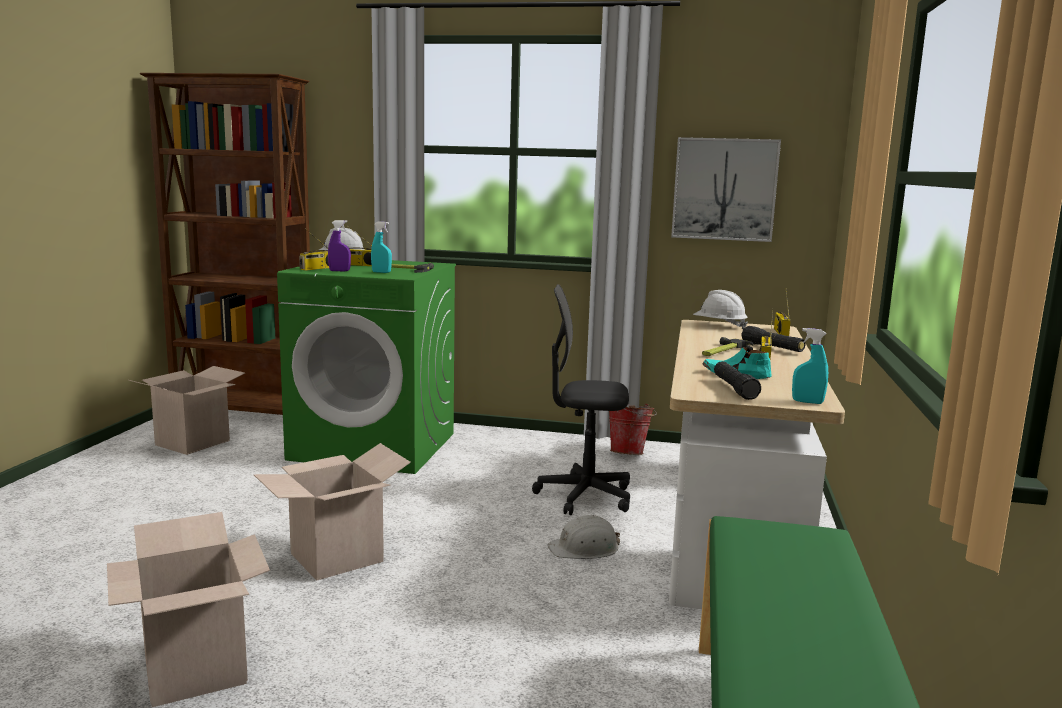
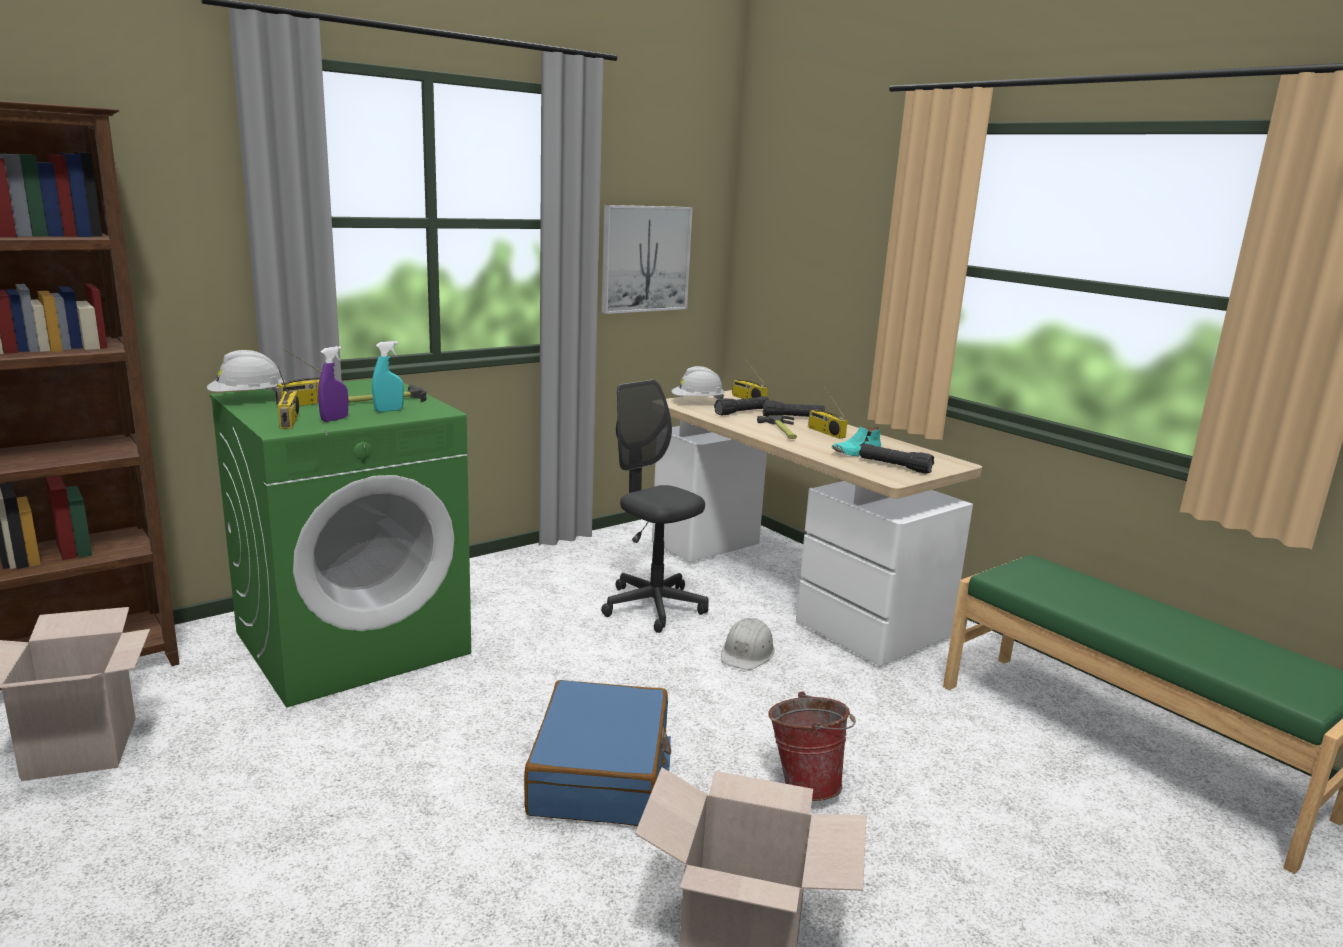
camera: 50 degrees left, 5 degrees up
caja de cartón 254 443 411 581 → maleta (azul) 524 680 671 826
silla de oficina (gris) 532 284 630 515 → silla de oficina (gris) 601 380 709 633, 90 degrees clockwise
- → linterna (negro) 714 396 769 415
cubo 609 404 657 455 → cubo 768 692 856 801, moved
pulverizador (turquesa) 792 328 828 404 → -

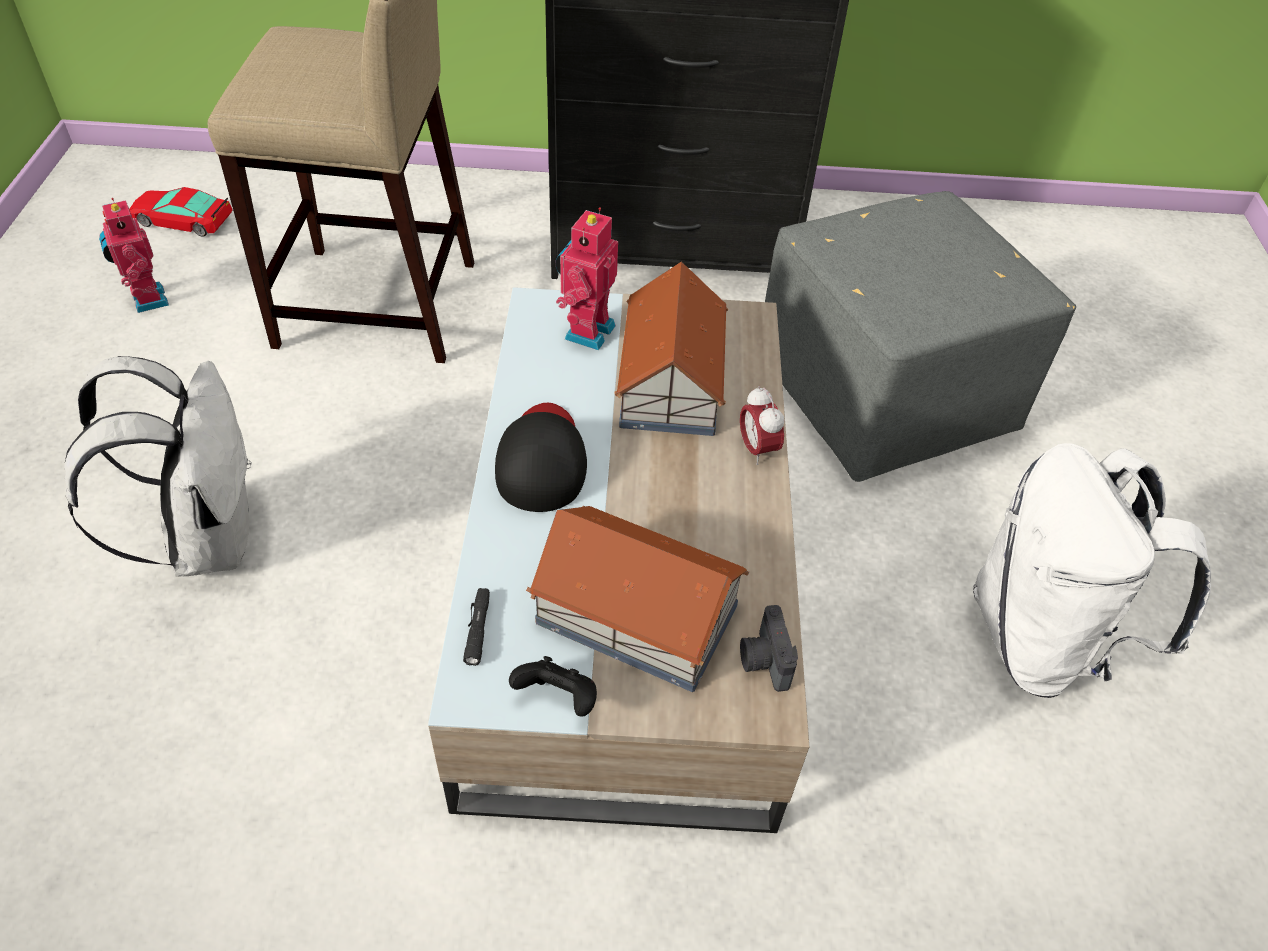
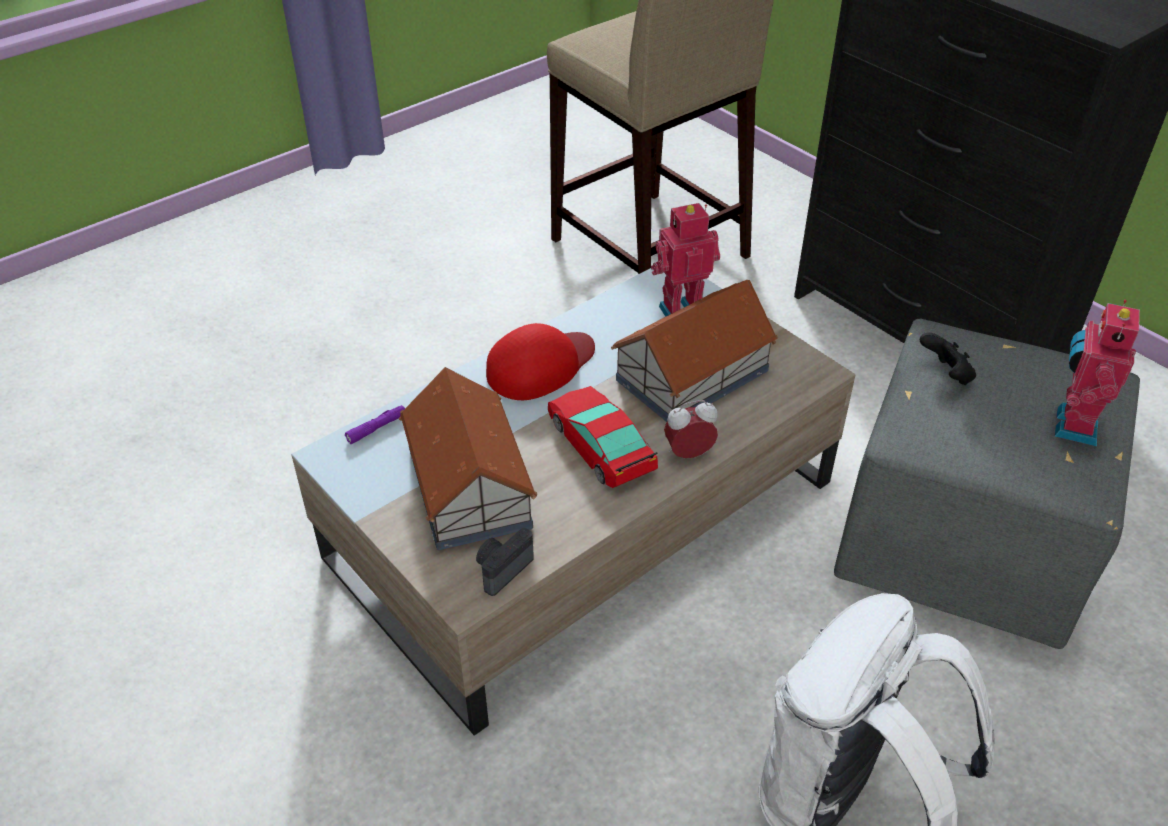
camera: 50 degrees right, 5 degrees down
linterna (negro) 463 588 490 666 → linterna (morado) 345 405 405 444
gorra (negro) 495 403 587 512 → gorra (rojo) 486 323 595 400
coche de juguete 129 187 233 237 → coche de juguete 548 386 658 488, moved
despertador 740 386 785 465 → despertador 664 400 718 458, 45 degrees clockwise
mando de consola (negro) 509 656 597 717 → mando de consola (negro) 920 332 976 385, moved
robot de juguete 99 198 169 313 → robot de juguete 1055 300 1140 446, moved
mochila (blanco) 64 356 252 577 → -

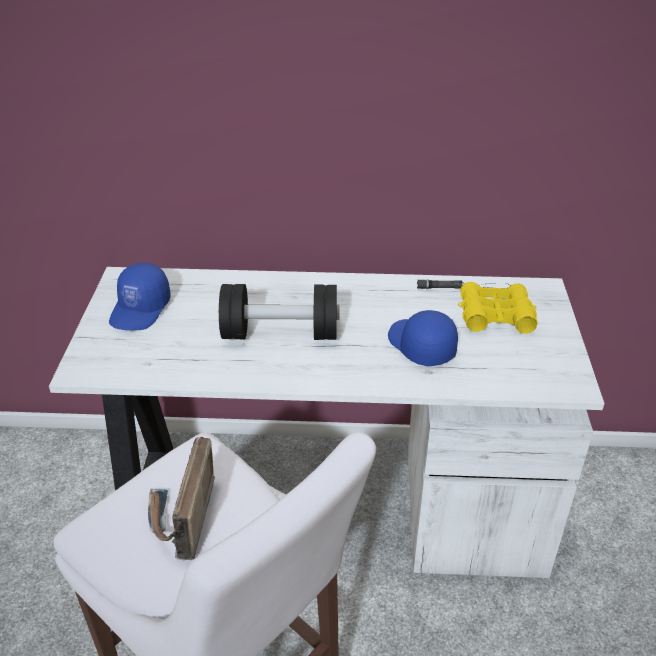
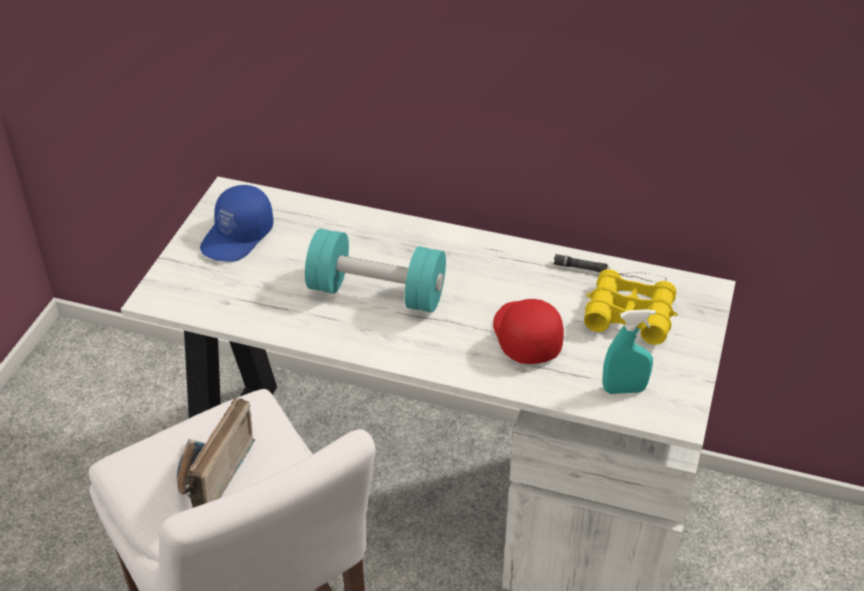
camera: 15 degrees right, 5 degrees up
mancuerna (negro) 219 284 340 340 → mancuerna (turquesa) 305 229 446 312
gorra (azul) 388 310 458 366 → gorra (rojo) 493 299 564 364
- → pulverizador (turquesa) 603 309 656 394

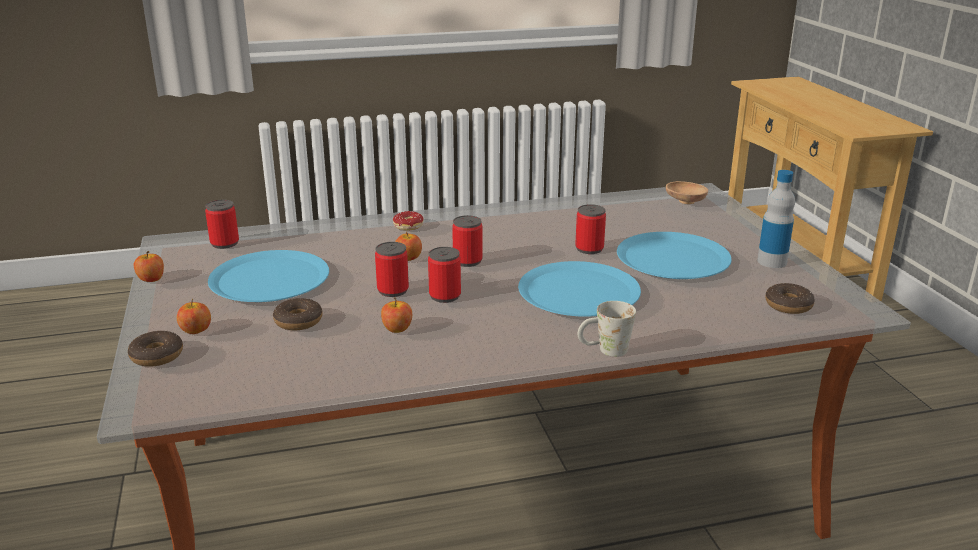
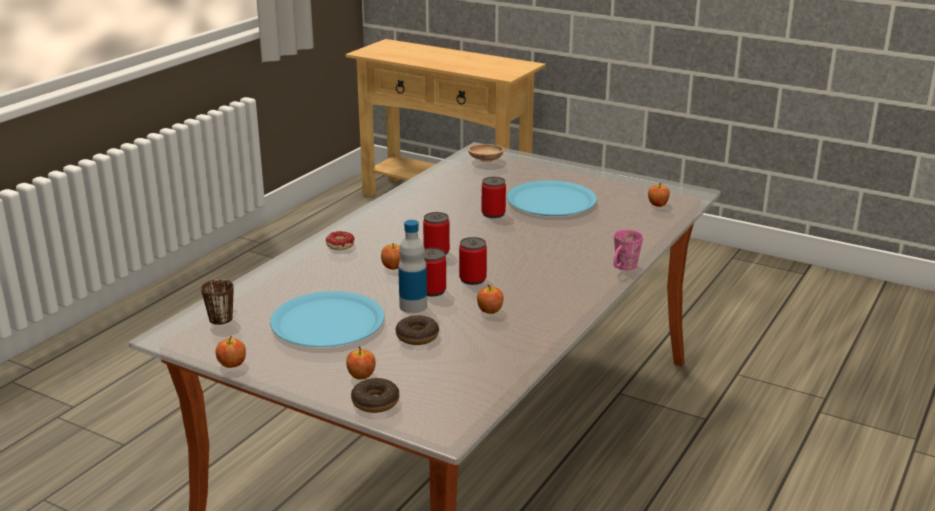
camera: 45 degrees left, 0 degrees up
lata 205 200 239 249 → taza grande (marrón) 201 279 234 325
botella 757 170 795 268 → botella 398 220 427 313, moved
taza grande (blanco) 578 301 636 357 → taza grande (rosa) 614 229 643 271
rosquilla 765 283 815 314 → manzana 648 183 670 207
plato (azul) 518 261 641 317 → -

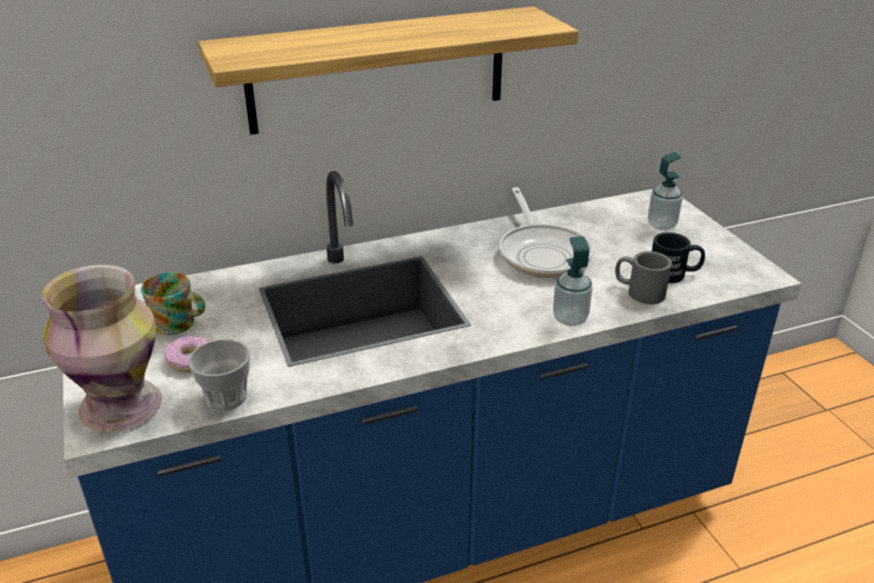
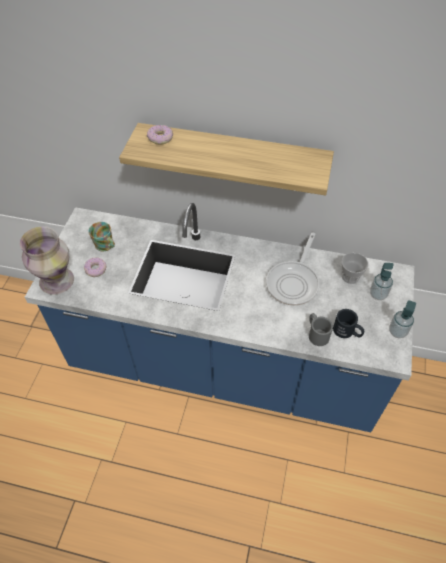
camera: 35 degrees right, 20 degrees up
- → rosquilla 147 125 173 145
taza 188 339 250 411 → taza 341 252 368 284, moved
dispensador de jabón 553 236 593 326 → dispensador de jabón 389 300 416 338, moved

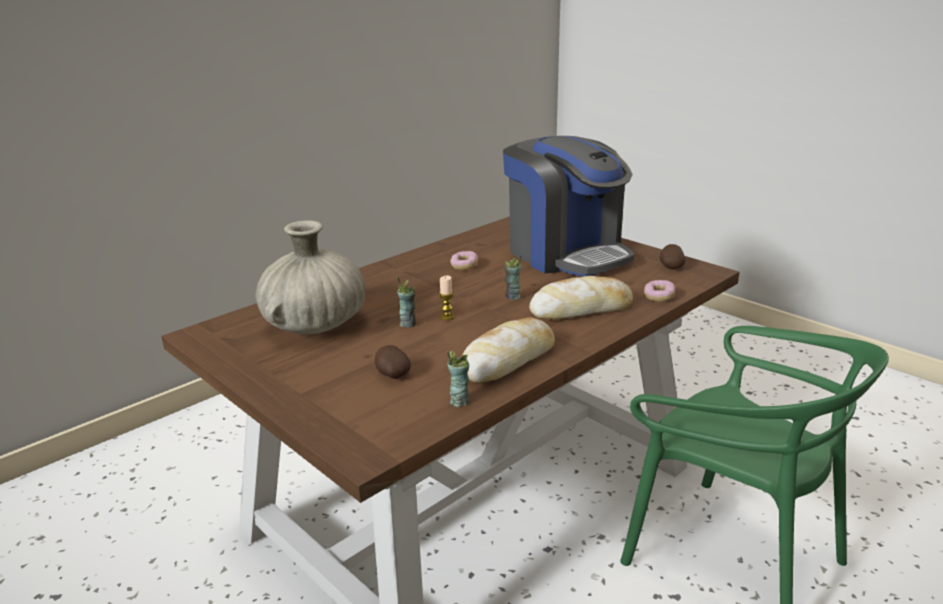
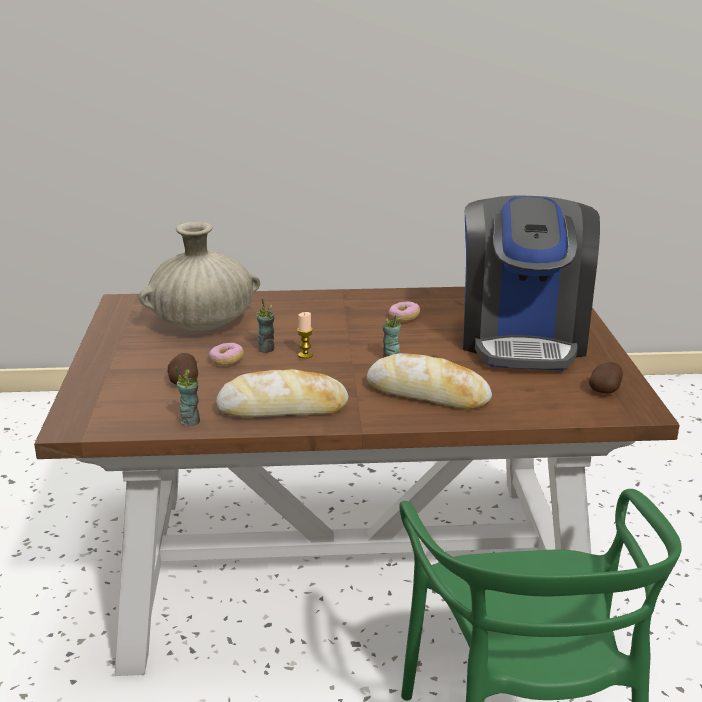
camera: 40 degrees right, 0 degrees up
rosquilla 644 280 675 302 → rosquilla 209 343 244 365, moved

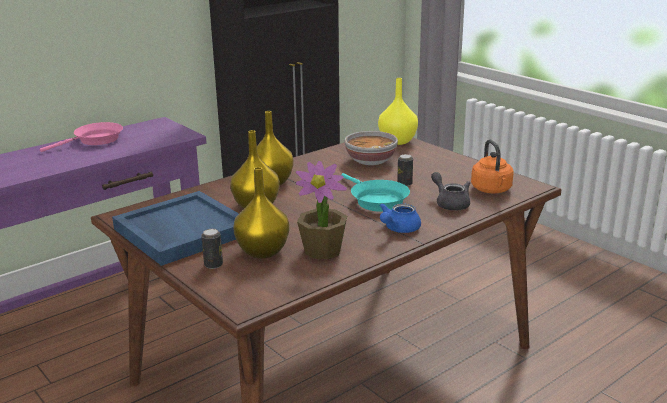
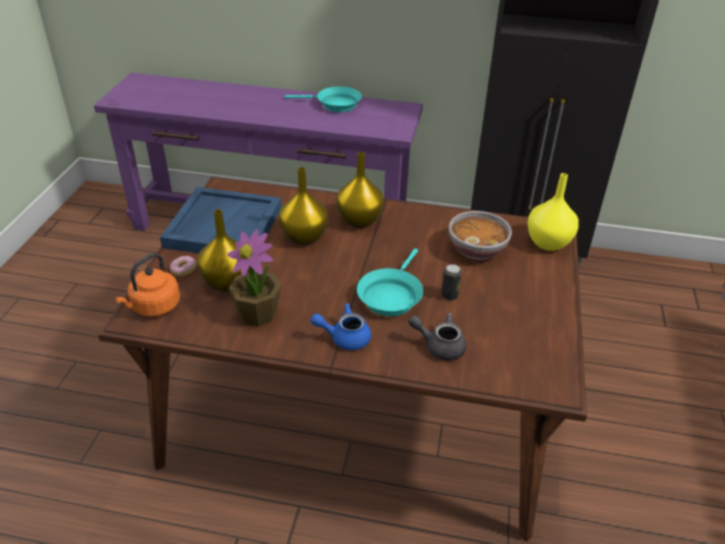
camera: 50 degrees right, 15 degrees up
hervidor (naranja) 471 139 514 193 → hervidor (naranja) 115 253 180 317, moved
lata 201 229 223 269 → rosquilla 170 256 197 276
sartén (rosa) 40 122 123 152 → sartén (turquesa) 285 86 362 112
tetera (gris) 431 172 470 211 → tetera (gris) 408 313 466 360, 90 degrees counterclockwise

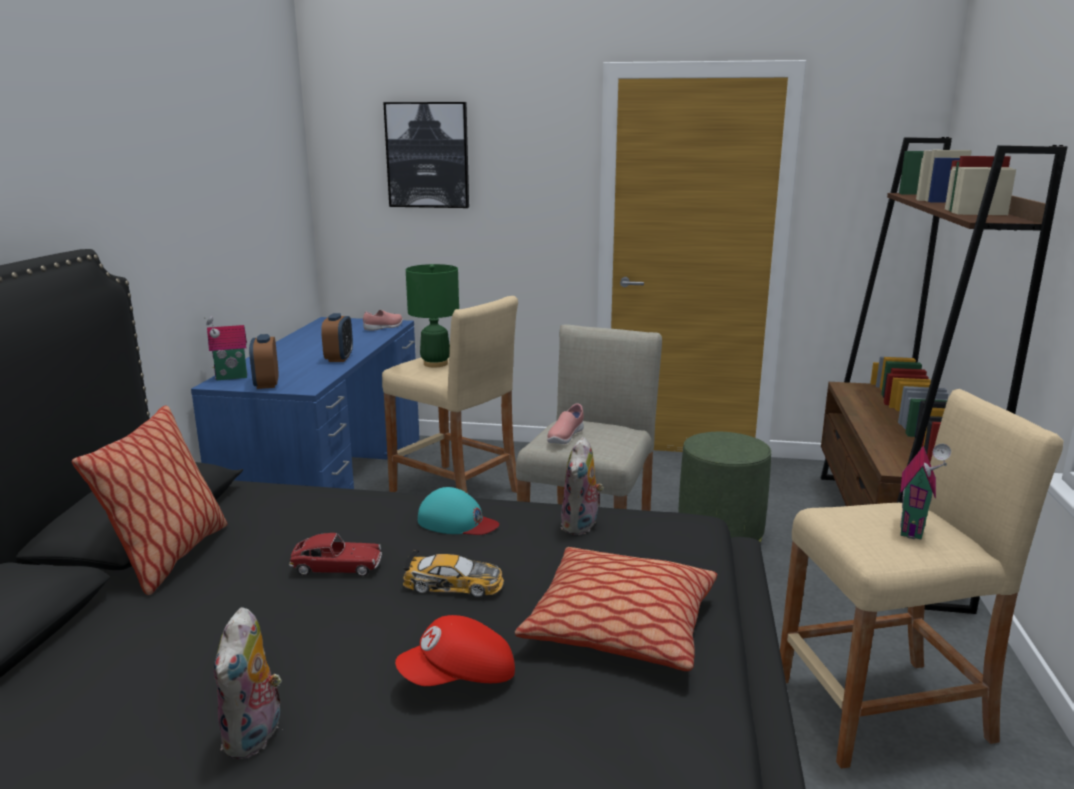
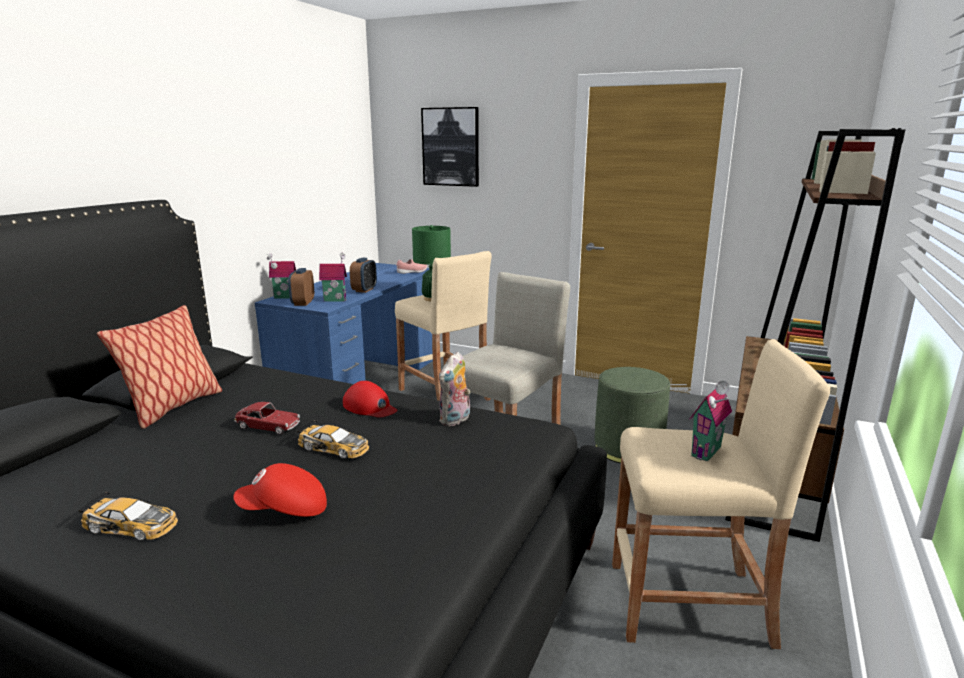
camera: 15 degrees right, 0 degrees up
peluche 214 607 283 759 → coche de juguete 78 492 178 541
- → casita 319 252 347 302
gorra (turquesa) 418 487 499 535 → gorra (rojo) 343 381 397 417
cojín 515 547 717 671 → -
zapato (rosa) 547 404 584 444 → -

